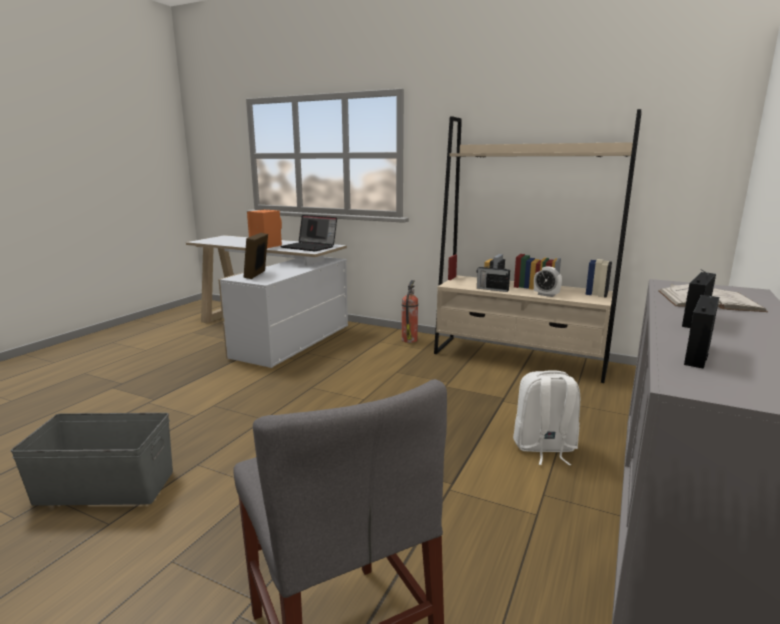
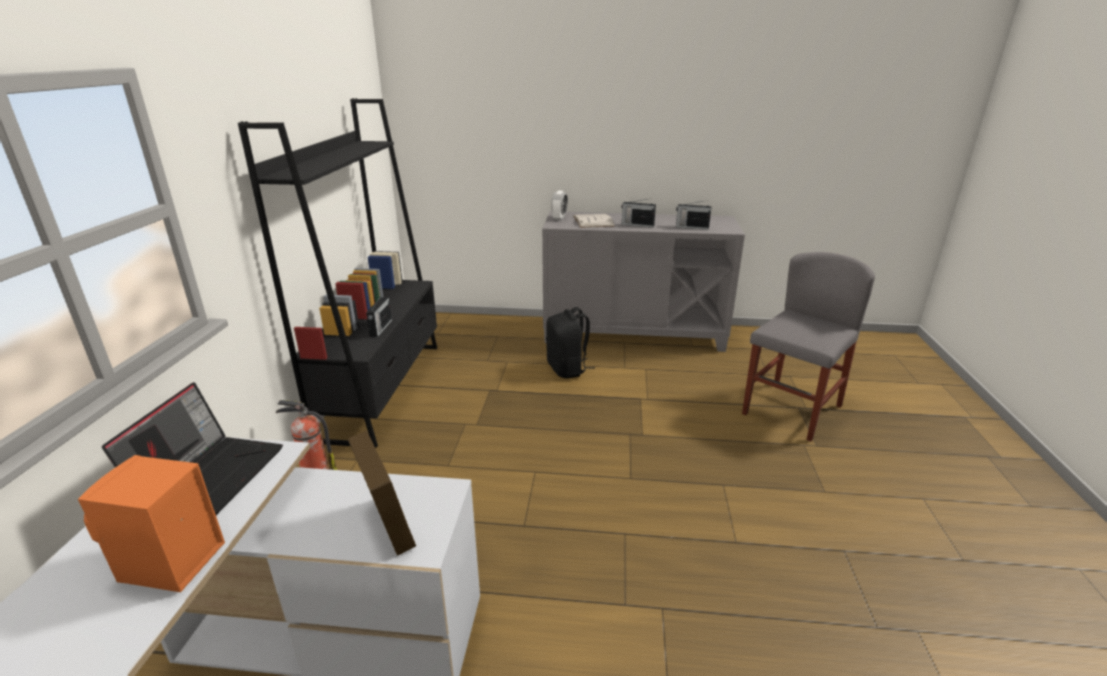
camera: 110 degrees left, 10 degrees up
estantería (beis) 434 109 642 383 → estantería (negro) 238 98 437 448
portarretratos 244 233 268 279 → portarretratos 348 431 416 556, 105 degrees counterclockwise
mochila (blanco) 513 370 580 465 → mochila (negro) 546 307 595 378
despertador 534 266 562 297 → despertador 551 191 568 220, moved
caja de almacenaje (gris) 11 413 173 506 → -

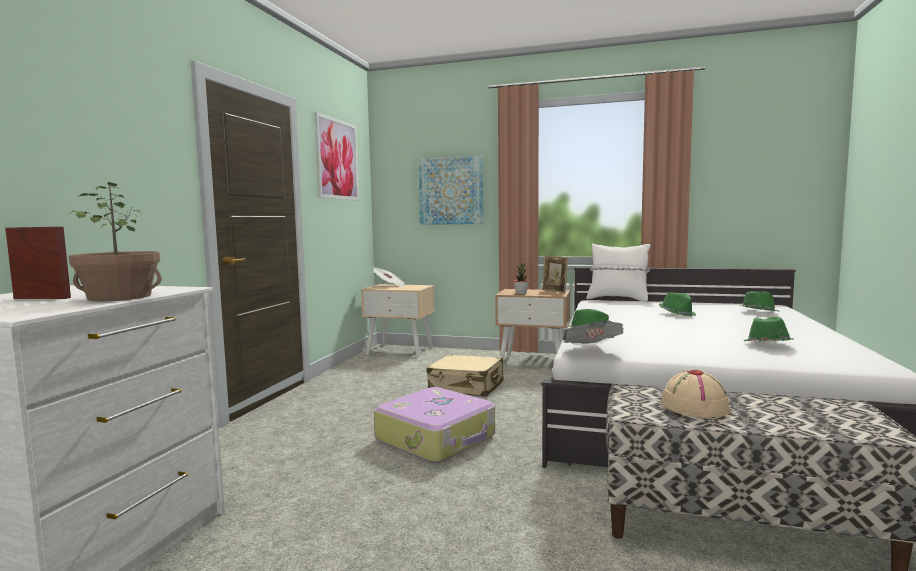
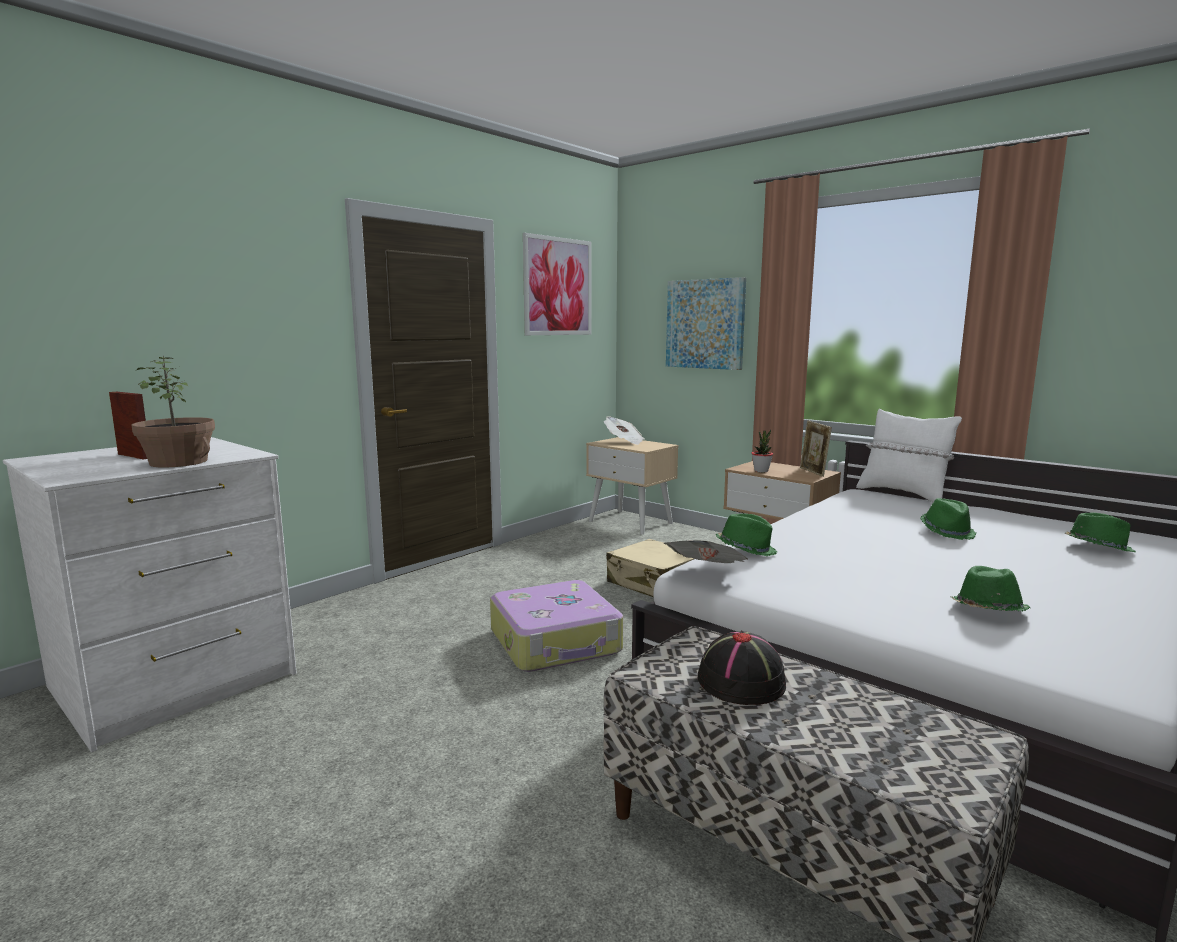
camera: 25 degrees right, 5 degrees up
sombrero (beis) 662 370 730 418 → sombrero (negro) 698 631 786 705

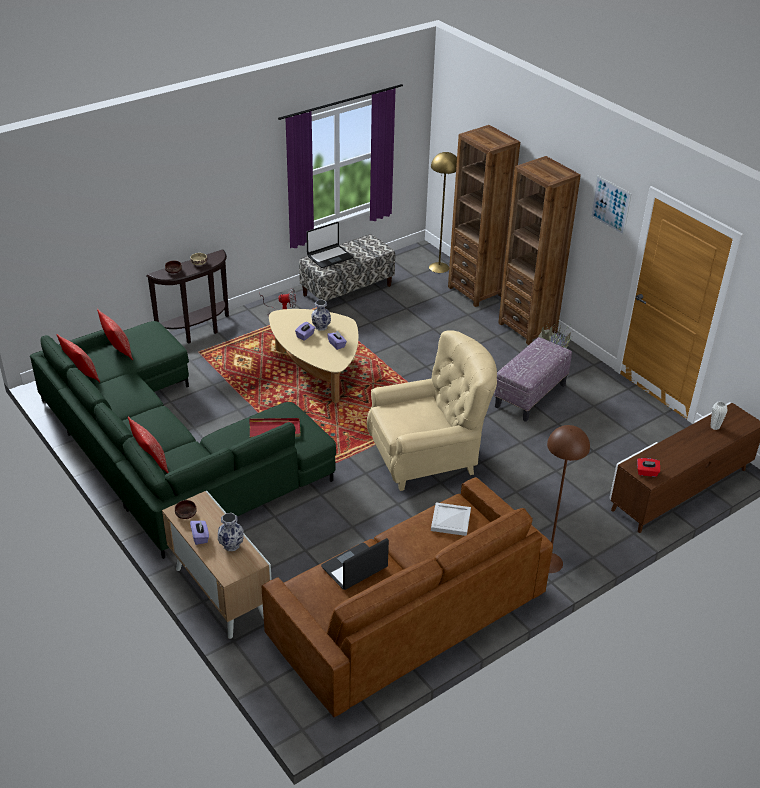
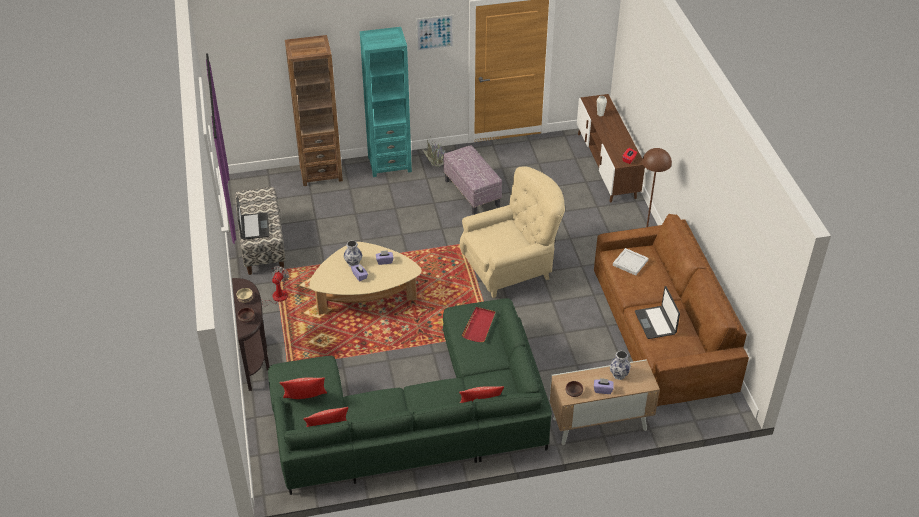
camera: 65 degrees left, 5 degrees up
estantería (marrón) 498 156 581 345 → estantería (turquesa) 360 27 412 177
sillón (beis) 367 330 497 491 → sillón (beis) 460 166 565 298, 60 degrees clockwise
lámpara de pie (amarillo) 429 152 457 273 → -

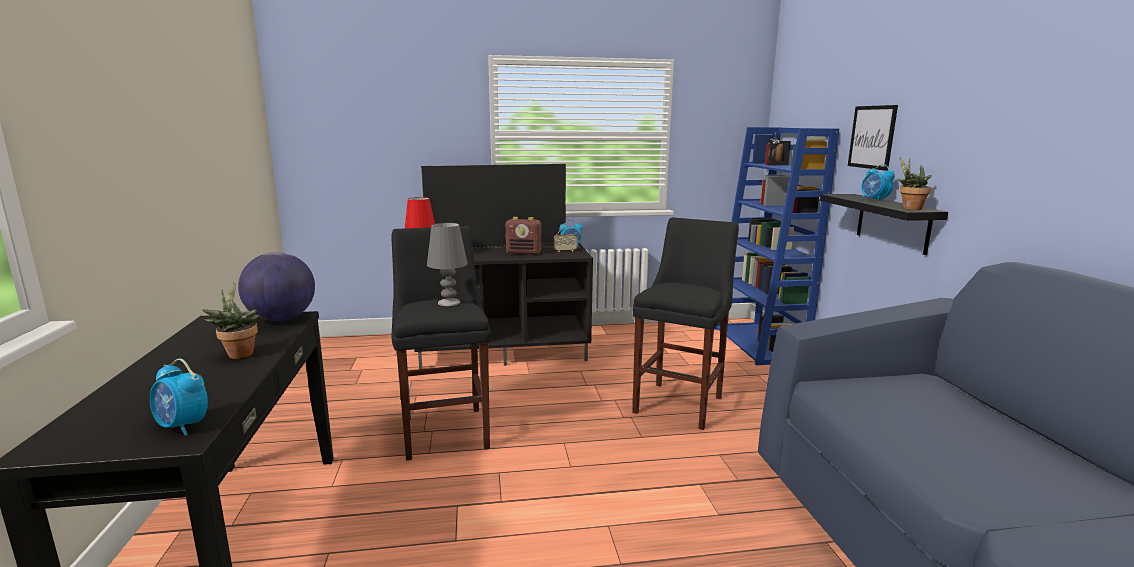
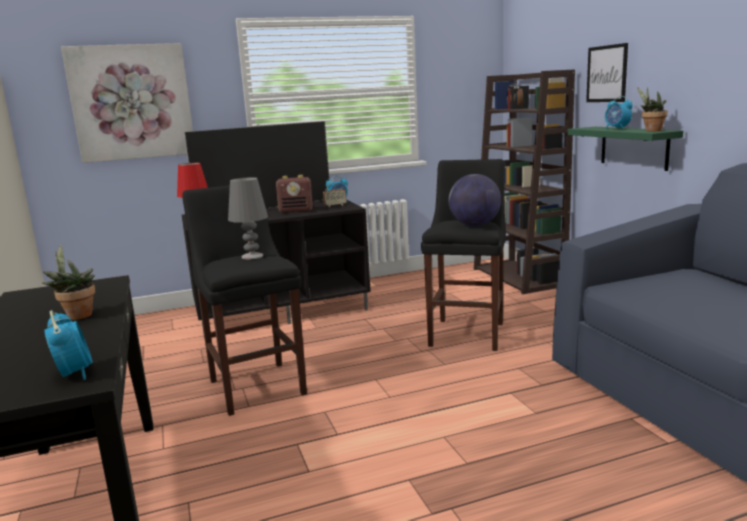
camera: 10 degrees left, 0 degrees up
despertador 150 359 208 436 → despertador 44 310 93 380, 135 degrees counterclockwise
- → cuadro 61 43 193 163
globo terráqueo 238 252 315 321 → globo terráqueo 449 174 501 226, moved
estantería (azul) 714 127 839 365 → estantería (marrón) 474 69 575 294
estante (negro) 820 194 948 255 → estante (verde) 567 127 683 171

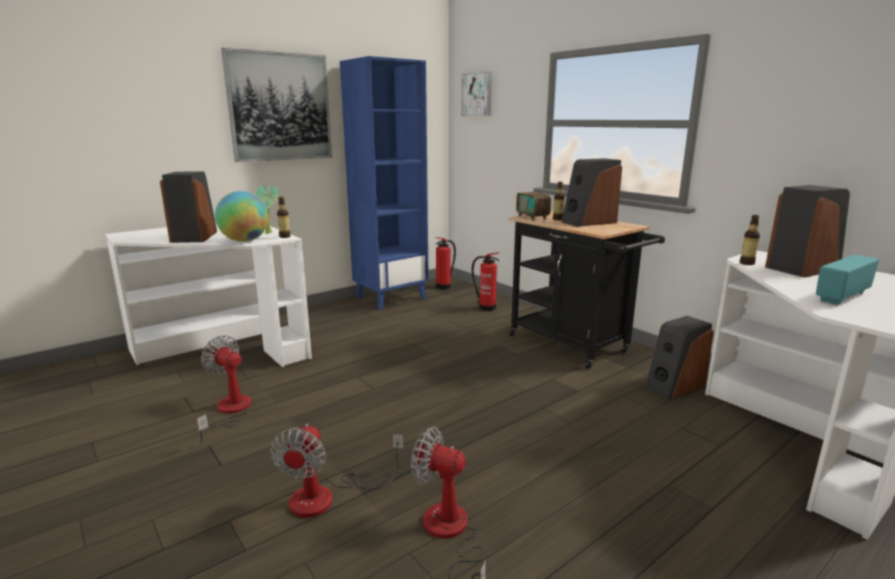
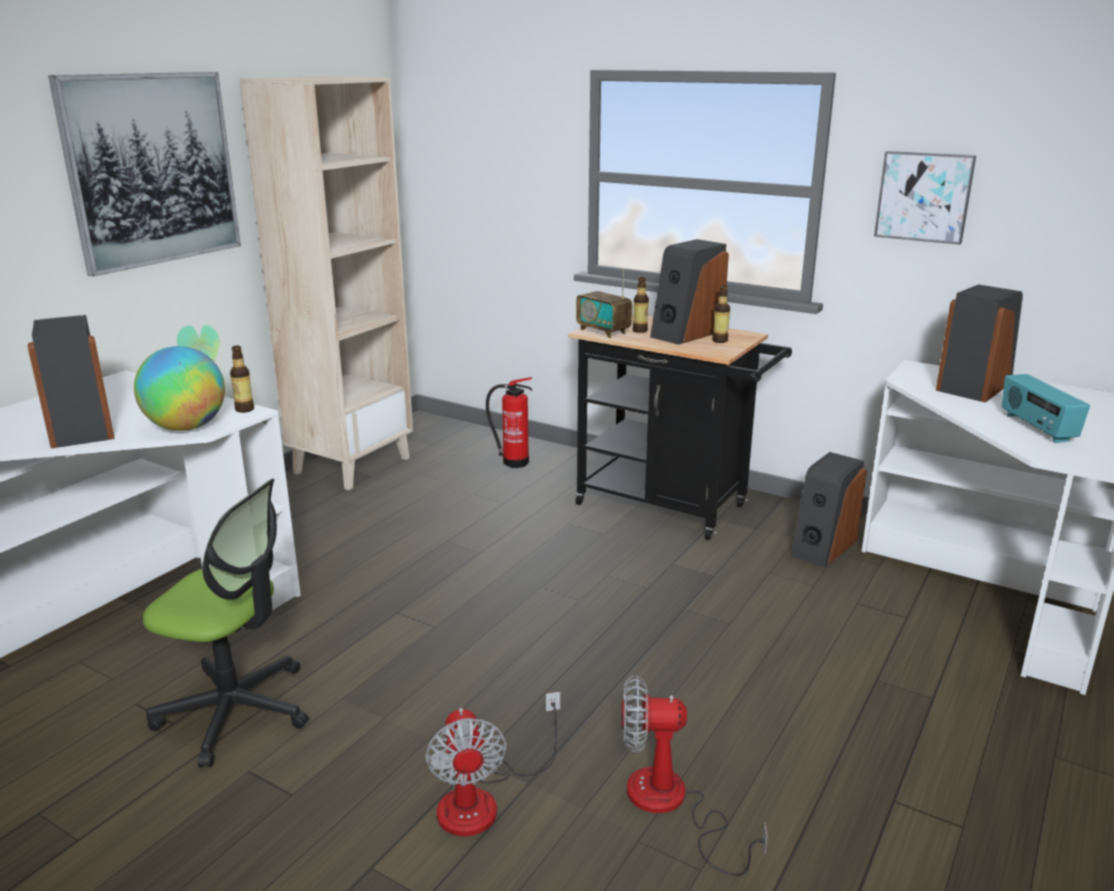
camera: 20 degrees left, 5 degrees up
ventilador 197 336 251 443 → silla de oficina 143 479 309 767
estantería (azul) 340 56 429 310 → estantería (beis) 239 76 413 490
botella 740 215 760 265 → botella 712 285 730 343, moved
cuadro 461 71 492 116 → cuadro 874 151 976 245, moved
radio 816 255 879 305 → radio 1002 374 1090 443, 45 degrees counterclockwise
extintor 435 237 456 290 → -

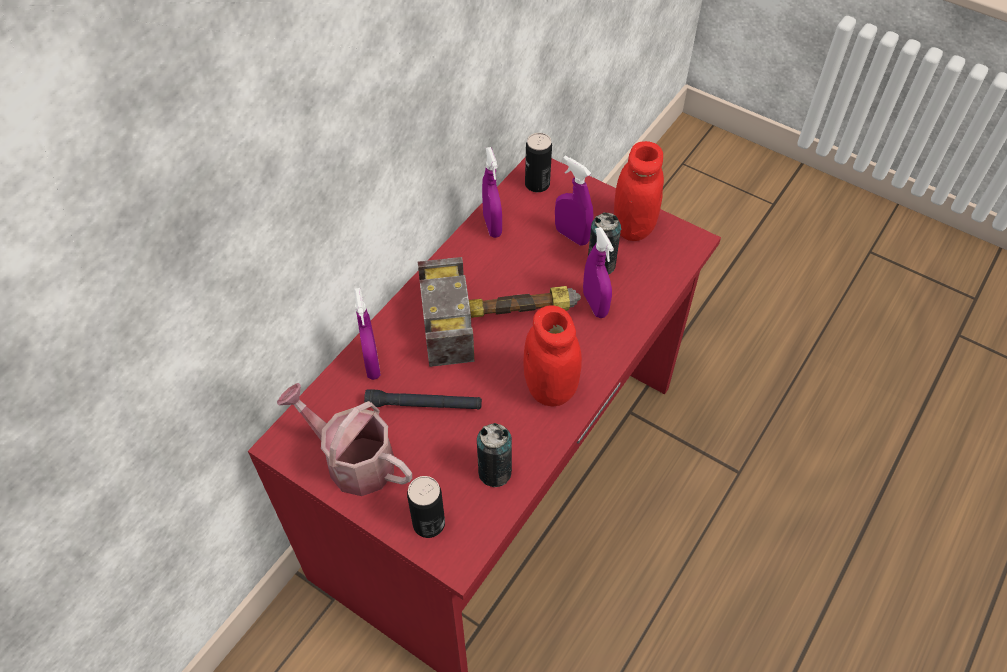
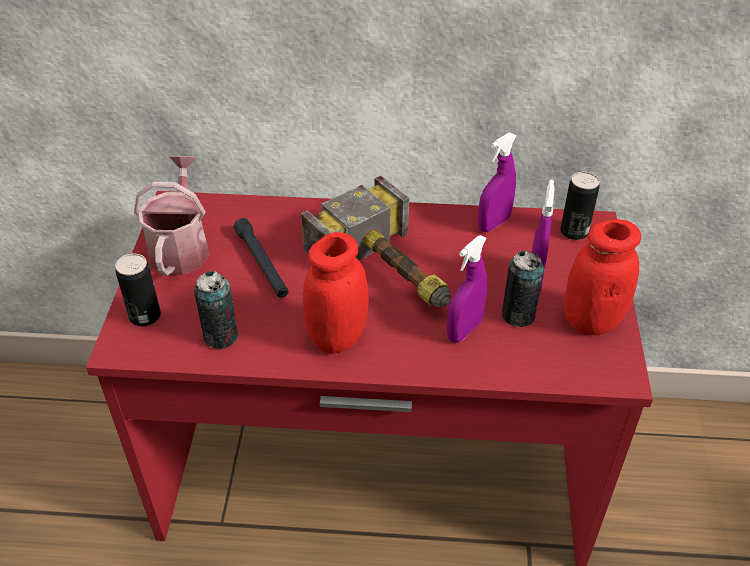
camera: 60 degrees right, 10 degrees down
pulverizador (morado) 354 288 381 380 → -

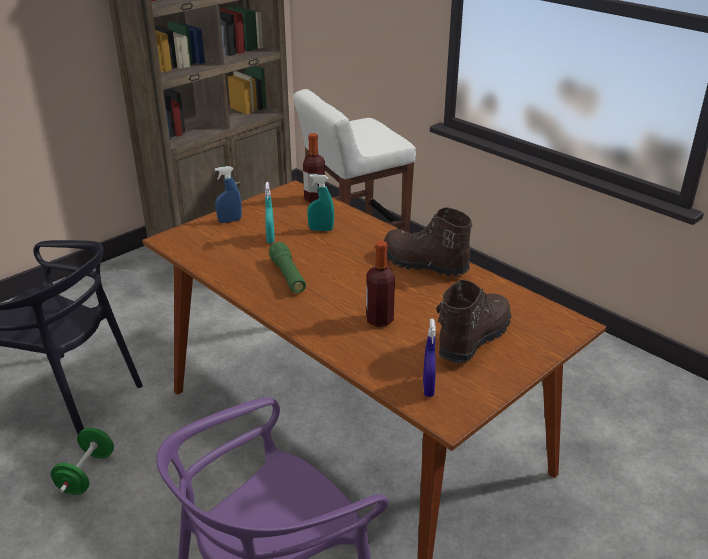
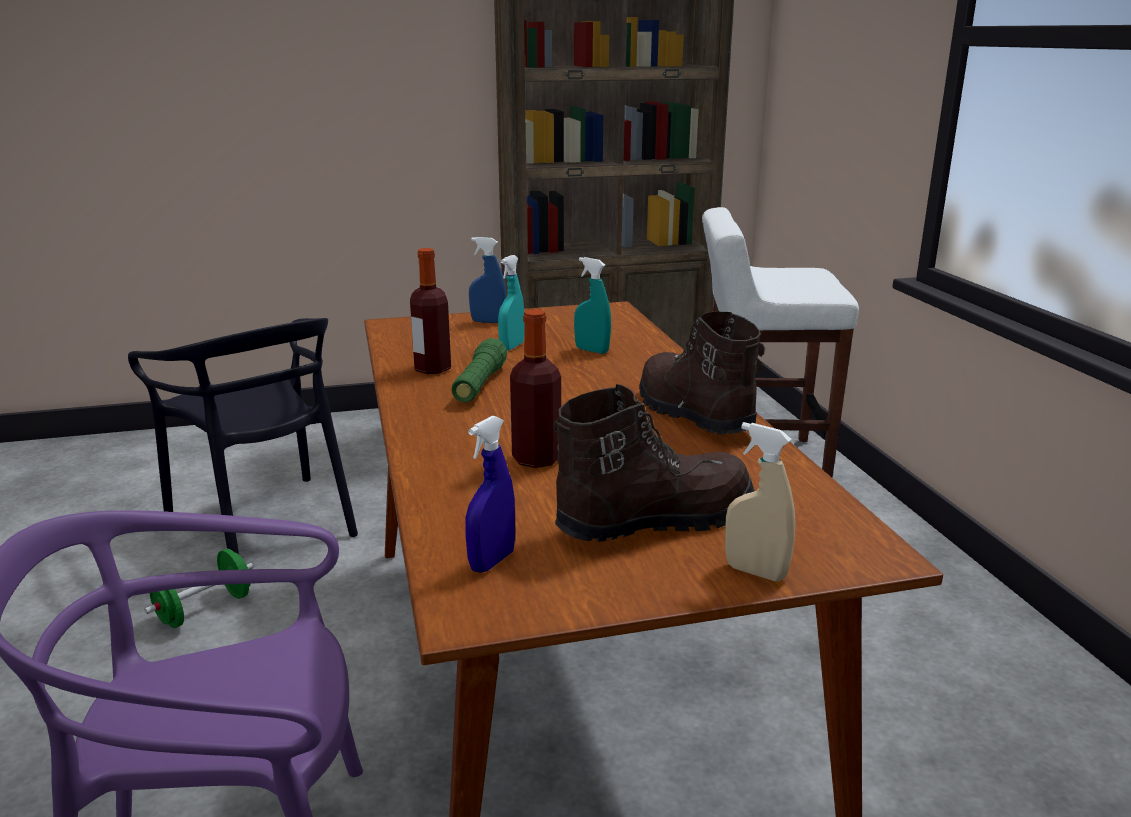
camera: 30 degrees right, 10 degrees down
botella 303 133 325 203 → botella 410 248 451 374, moved
- → pulverizador (beis) 725 422 795 582

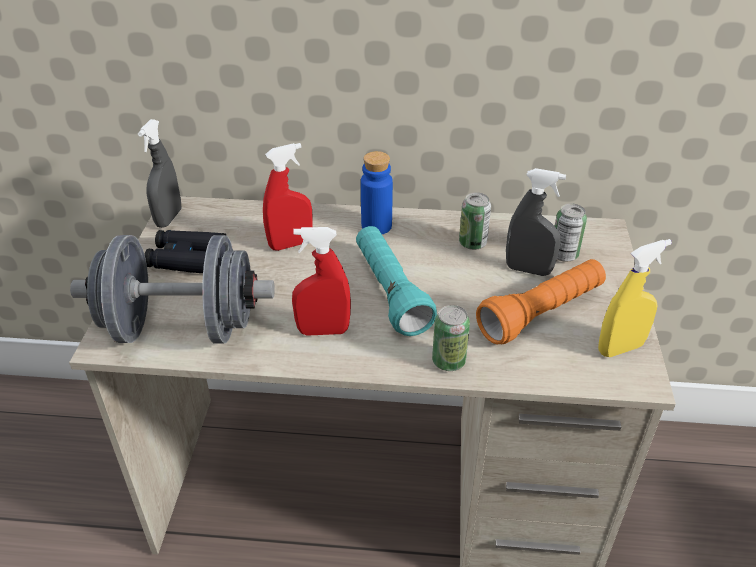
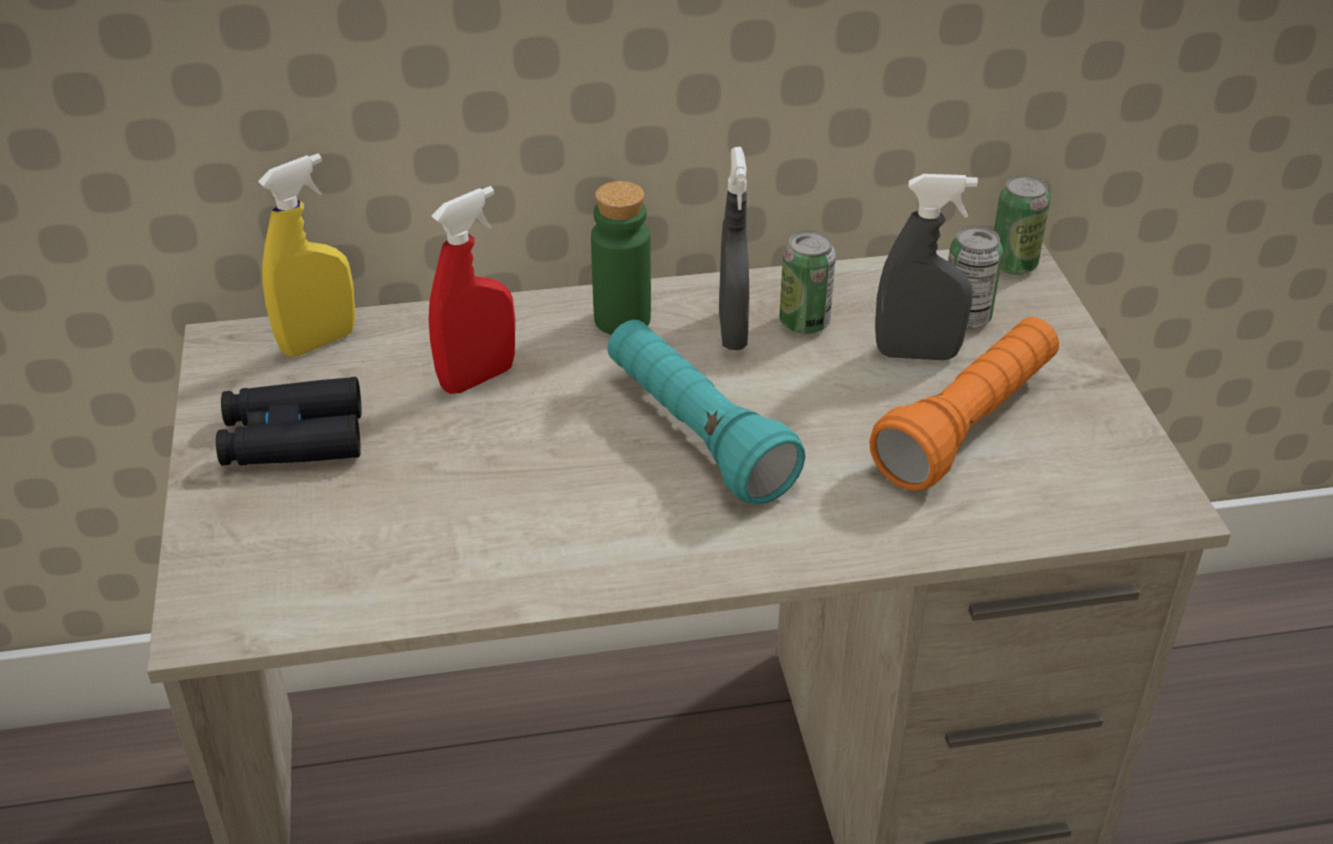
camera: 15 degrees left, 0 degrees up
pulverizador (amarillo) 598 239 672 357 → pulverizador (amarillo) 258 153 355 357, moved
botella (azul) 361 151 393 234 → botella (verde) 591 181 651 335
pulverizador (gris) 138 119 181 228 → pulverizador (gris) 719 147 749 350, moved
lata 432 305 470 371 → lata 994 175 1050 275, moved
mancuerna (gris) 70 235 275 343 → -
pulverizador (rojo) 292 227 351 336 → -

